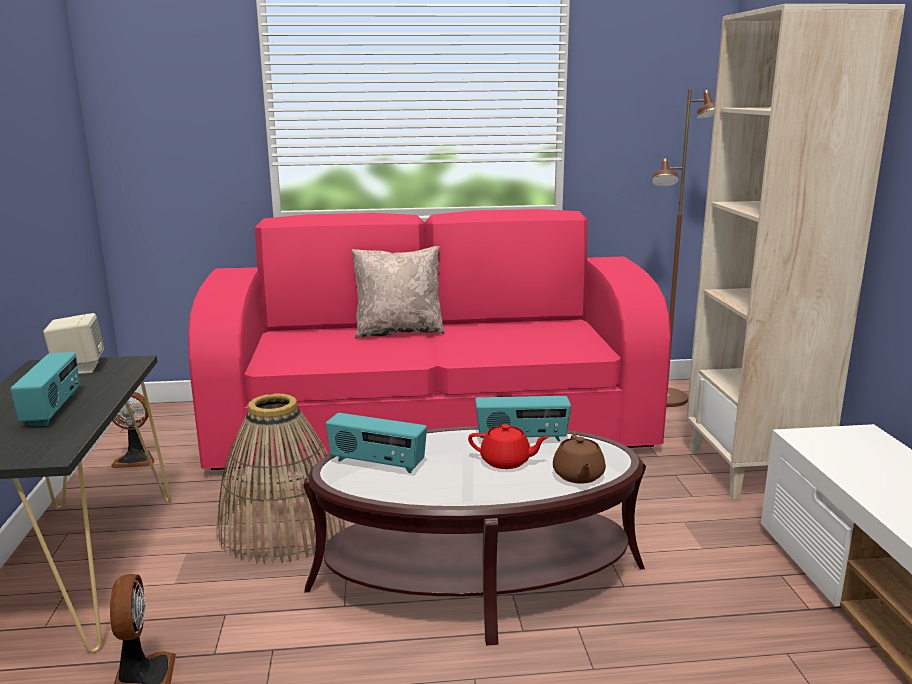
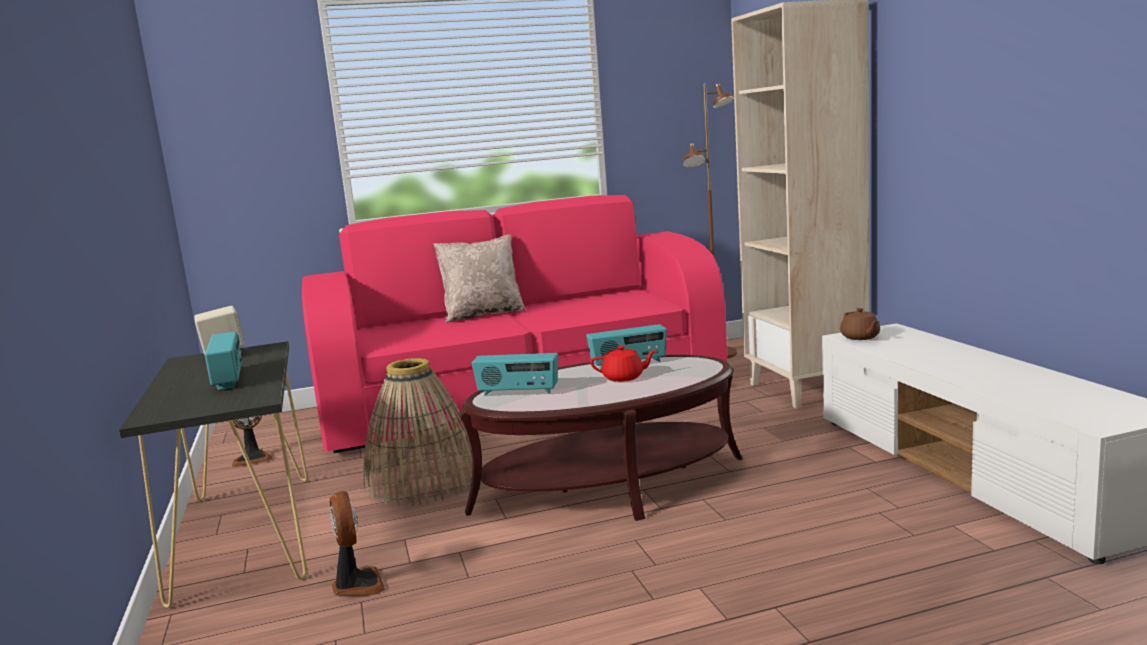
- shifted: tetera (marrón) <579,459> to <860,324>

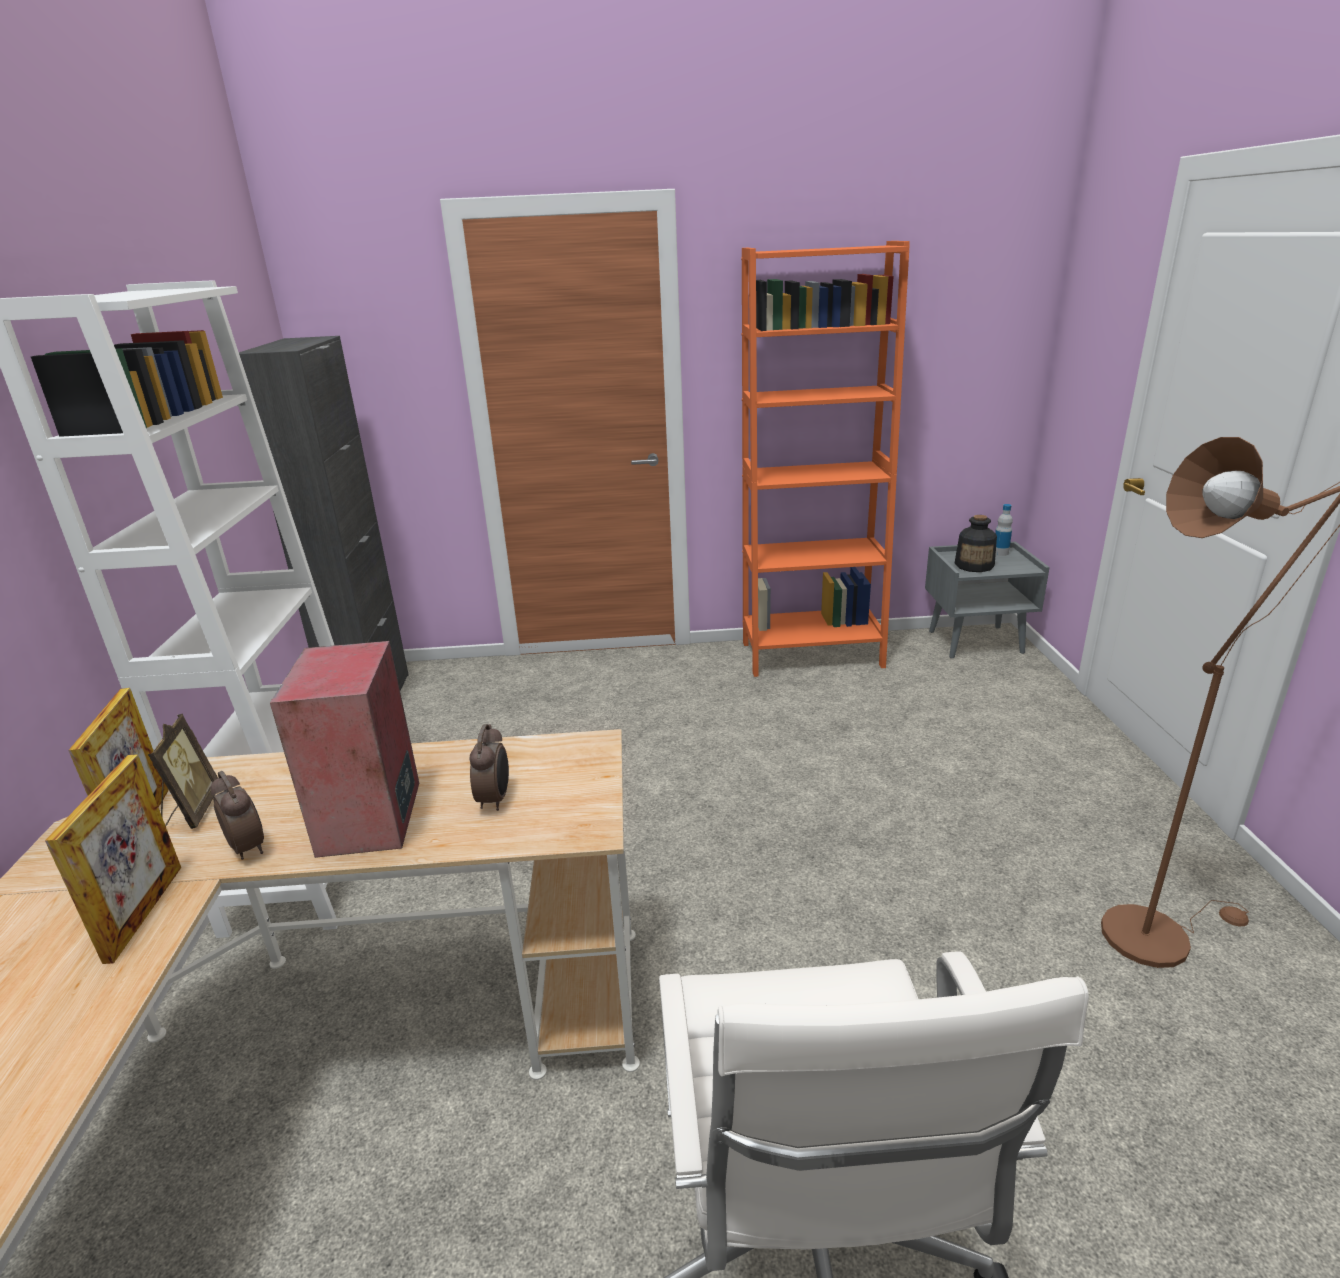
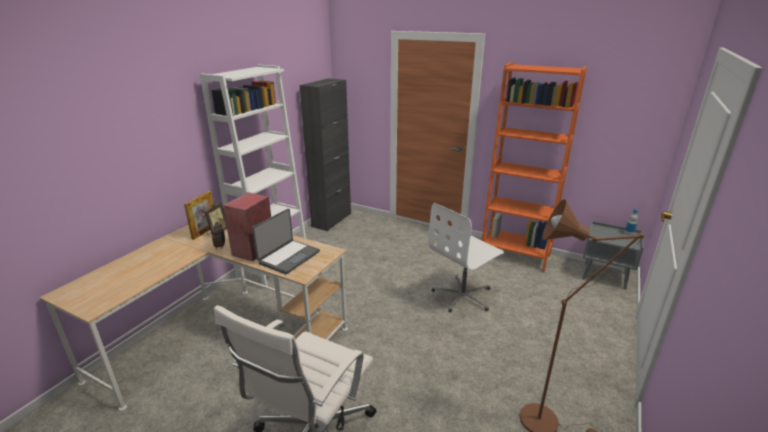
- gone: botella <976,543>
- swapped: despertador <489,767> to portátil <286,241>
- gone: portarretratos <113,859>
- new: silla de oficina (blanco) <466,258>

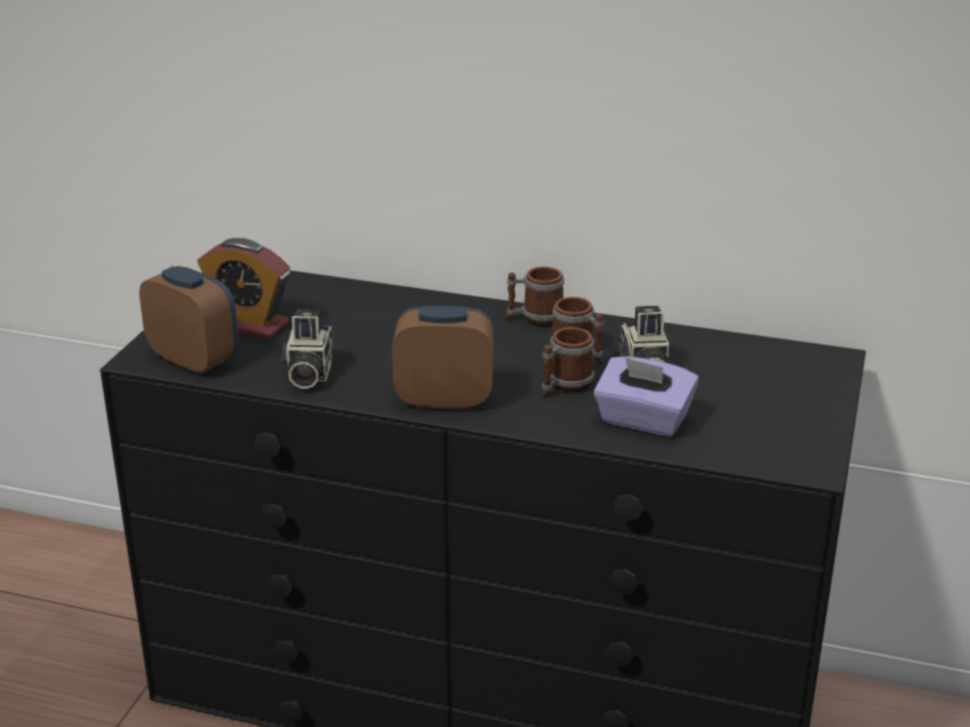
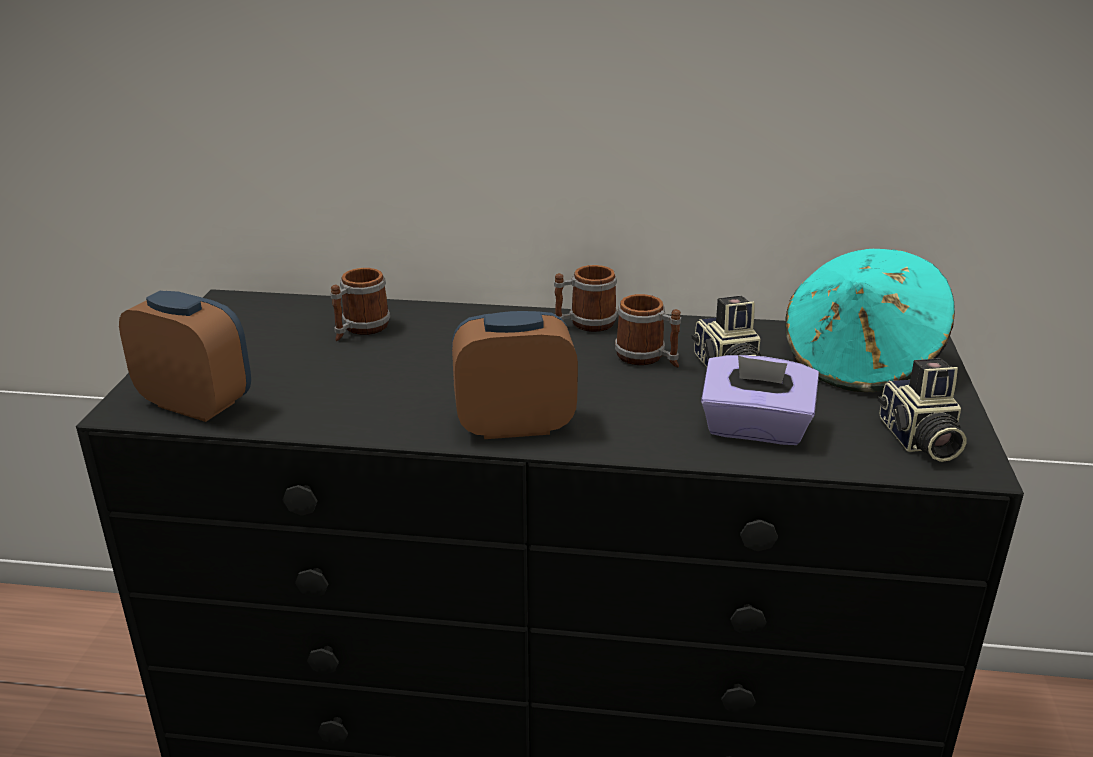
- gone: despertador <243,288>
- shifted: cámara <307,349> to <922,410>
- shifted: taza grande <568,362> to <360,304>
- new: sombrero (turquesa) <870,320>

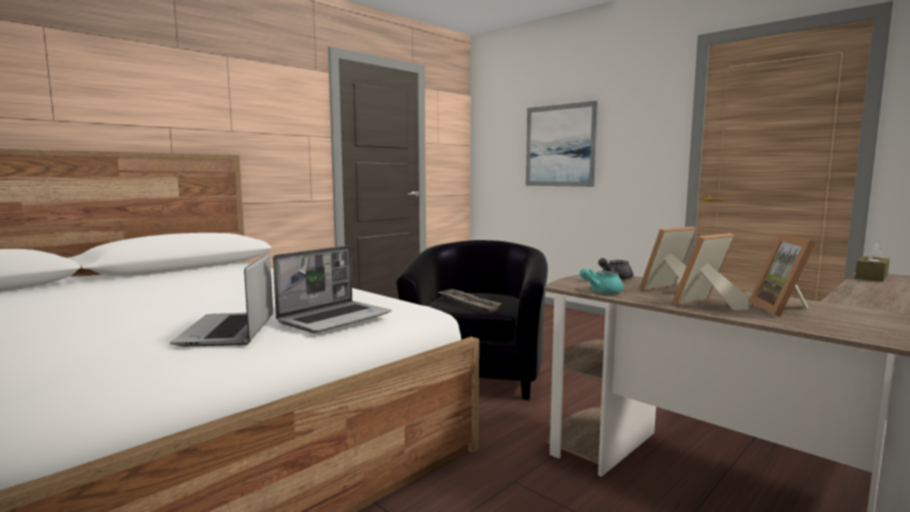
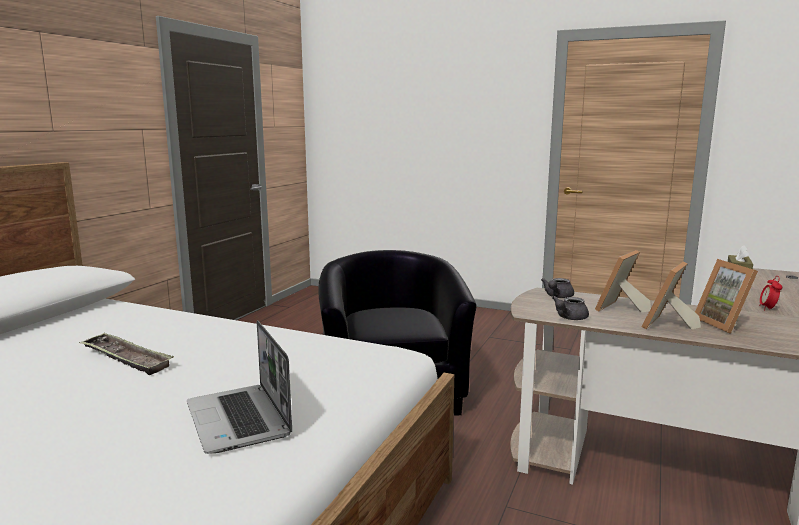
- gone: cuadro <562,144>
- gone: portátil <332,289>
- repainted: tetera (turquesa) <602,281> to tetera (gris) <571,308>
- shifted: bandeja <470,301> to <126,354>
- new: despertador <771,293>

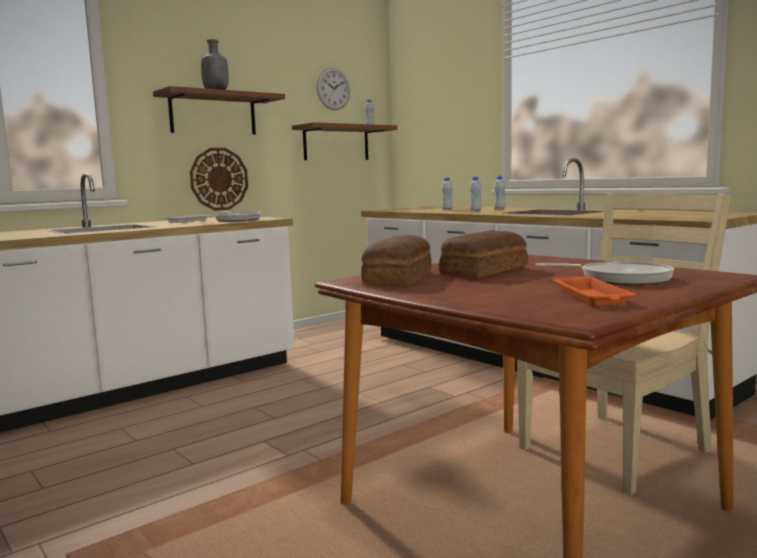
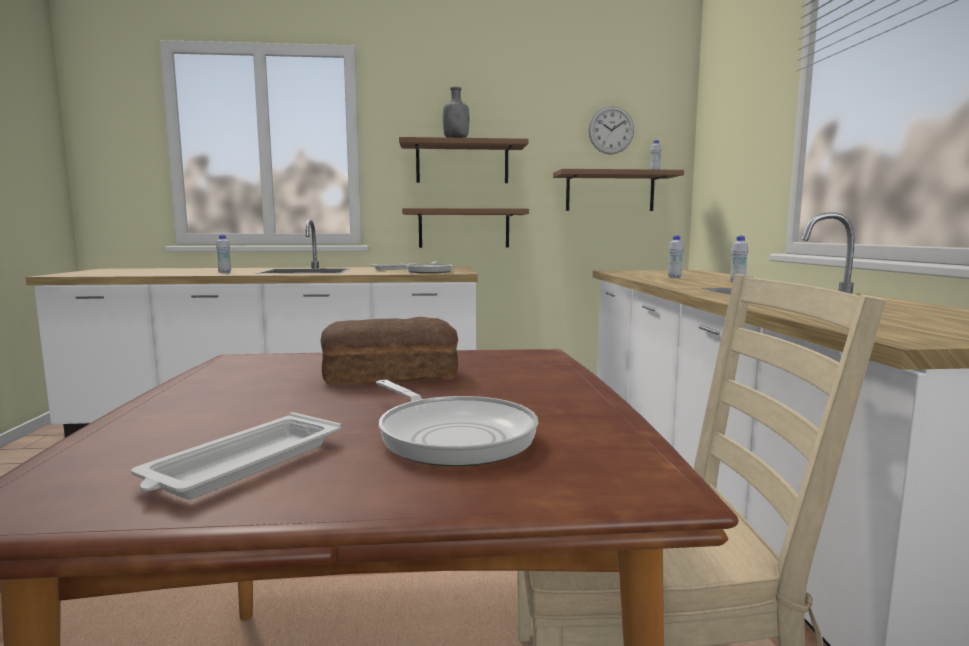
- swapped: reloj de pared <219,179> to estante (marrón) <465,228>
- shifted: botella (blanco) <475,194> to <223,254>
- gone: pan <396,260>
- repainted: bandeja (naranja) <594,291> to bandeja (blanco) <236,455>

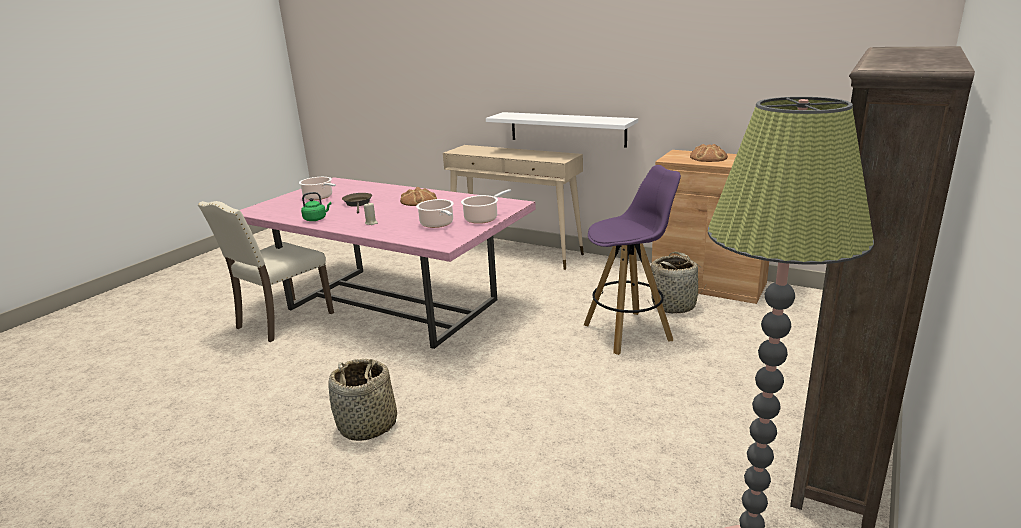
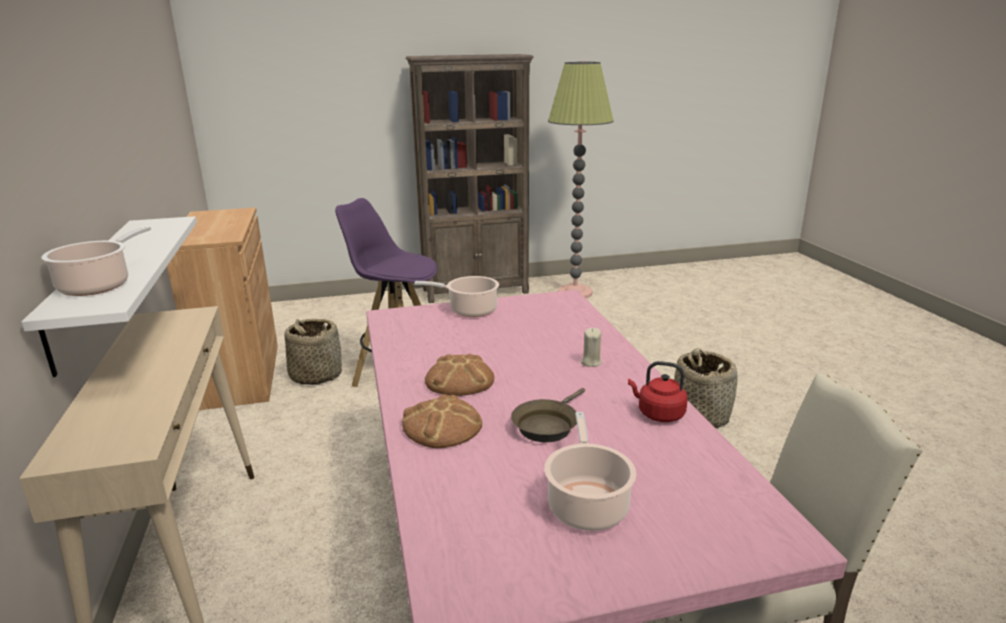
- shifted: pan <709,153> to <442,421>
- repainted: hervidor (verde) <316,206> to hervidor (rojo) <658,391>
- shifted: olla <435,213> to <96,261>

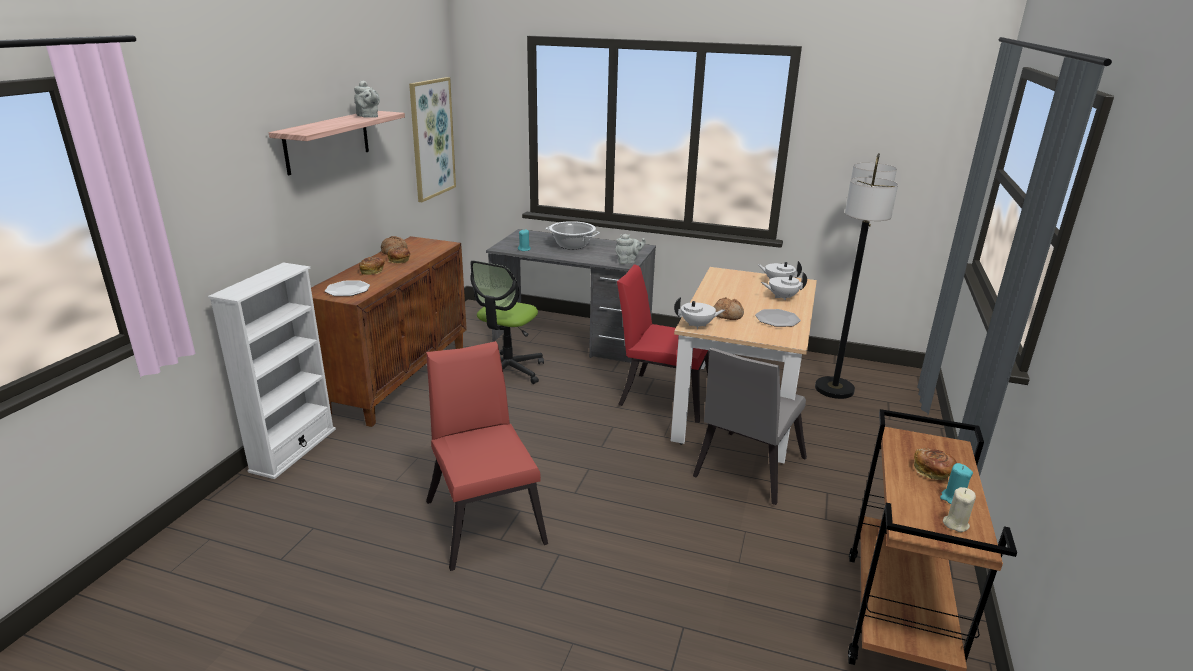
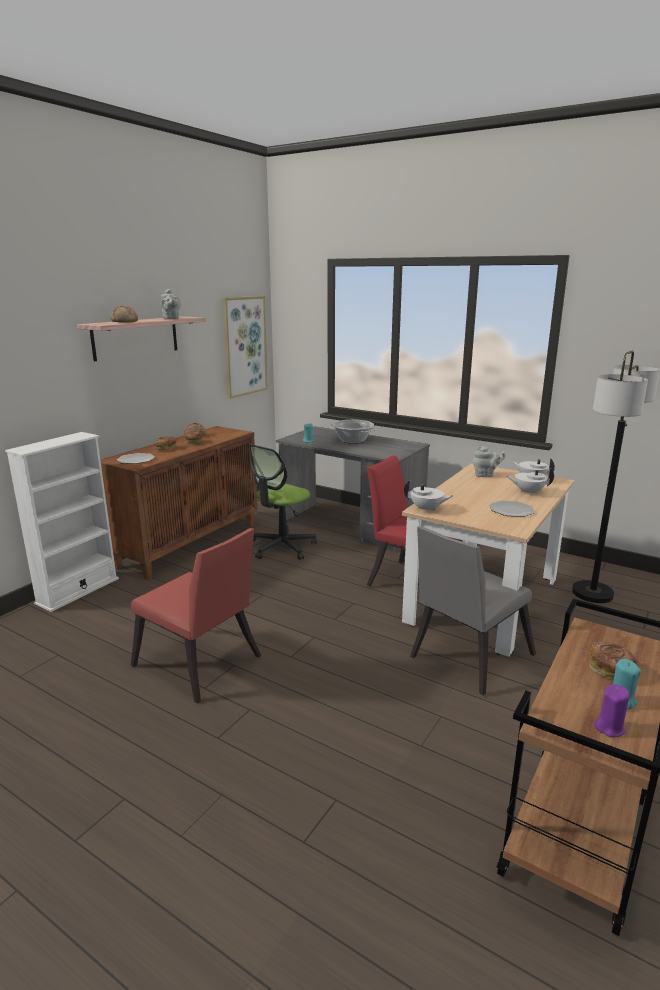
- shifted: tetera (gris) <631,249> to <489,461>
- shifted: pan <728,308> to <124,314>
- rotated: silla (rojo) <487,456> = <196,616> 135 degrees clockwise
- repainted: vela (beis) <959,509> to vela (morado) <612,711>

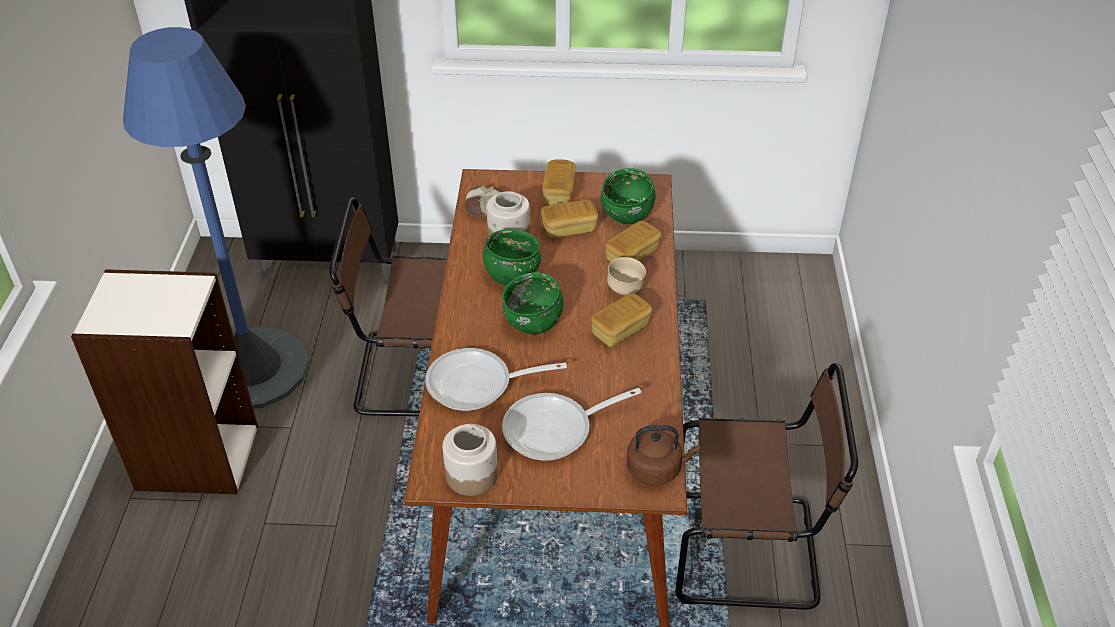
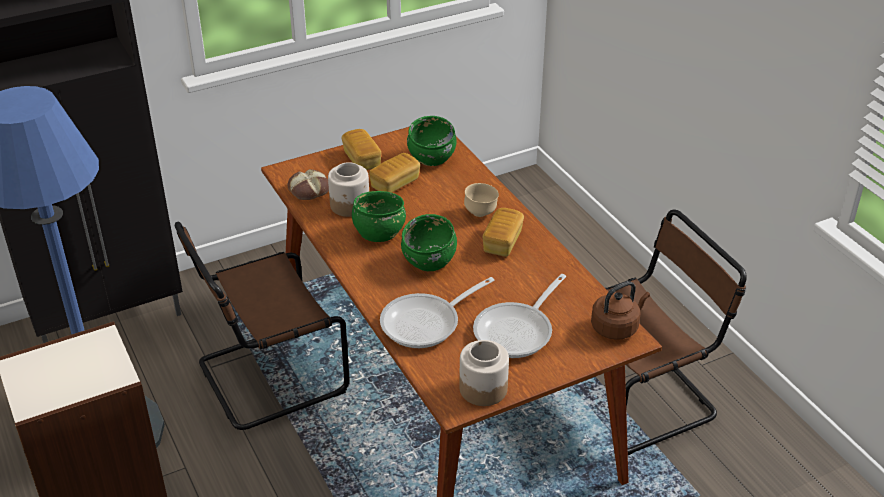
- gone: pan <633,241>

